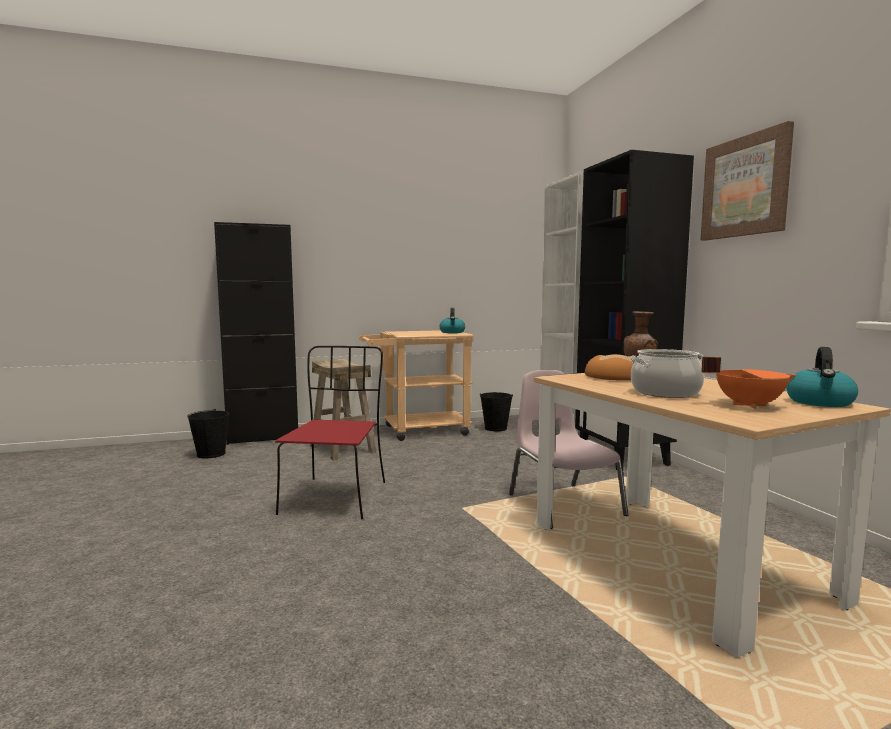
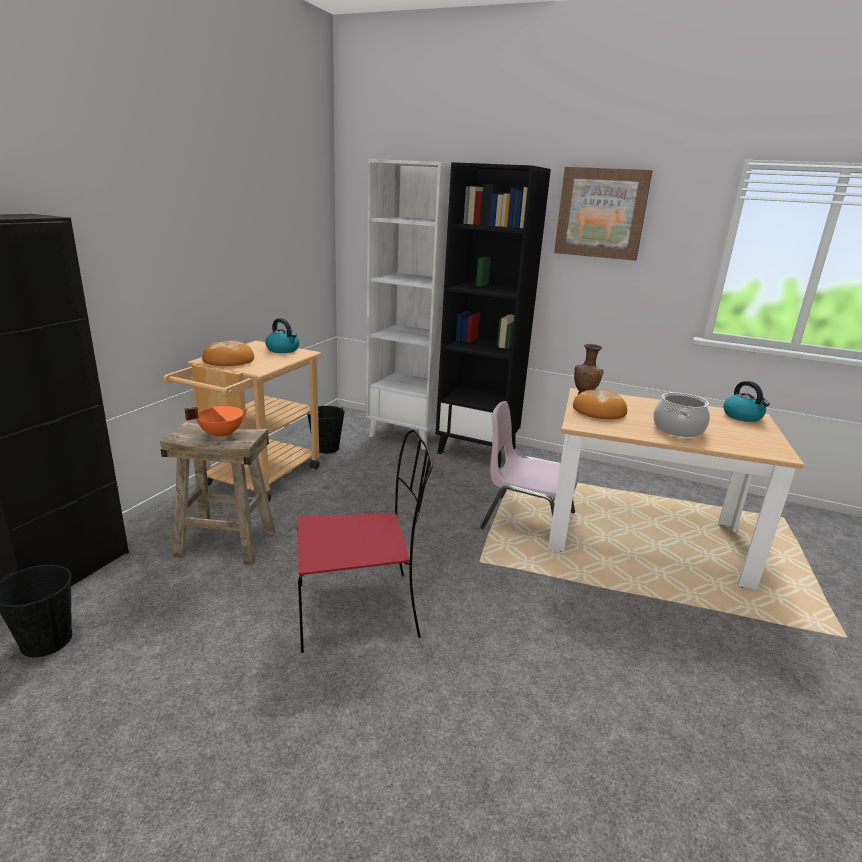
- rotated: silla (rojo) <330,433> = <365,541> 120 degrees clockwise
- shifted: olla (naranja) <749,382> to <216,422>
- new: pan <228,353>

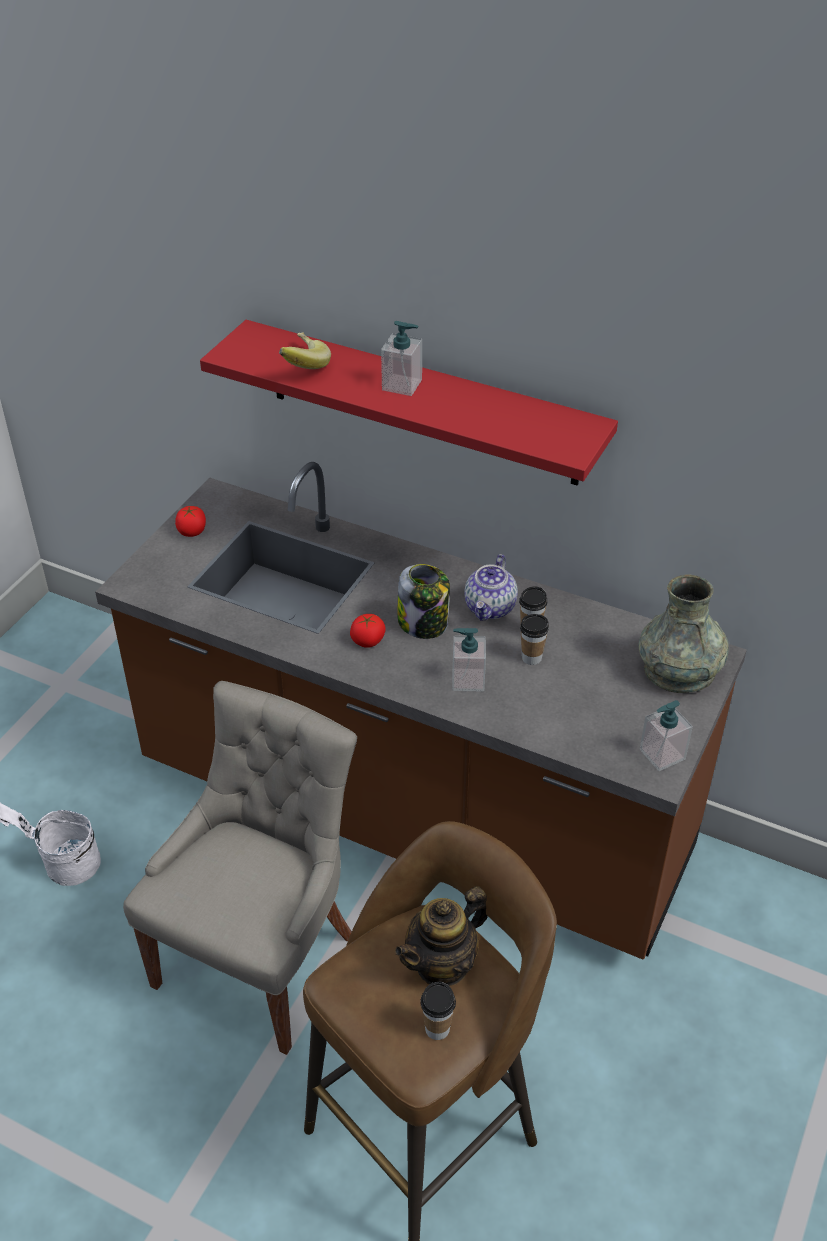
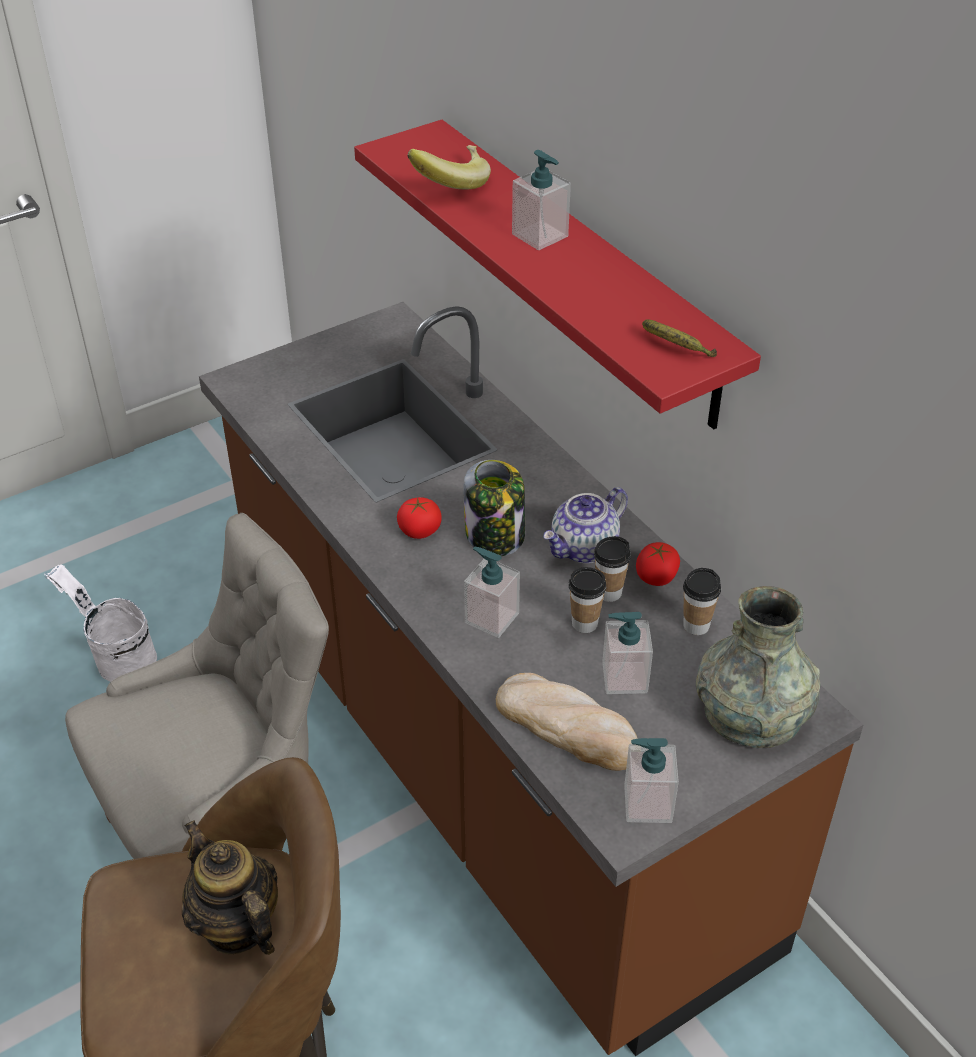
- shifted: tomate <190,521> to <658,564>
- rotated: tetera <441,936> = <230,887> 60 degrees clockwise
- shifted: taza <438,1011> to <702,601>
- new: plátano <679,338>
- new: dispensador de jabón <627,653>
- new: pan <567,722>

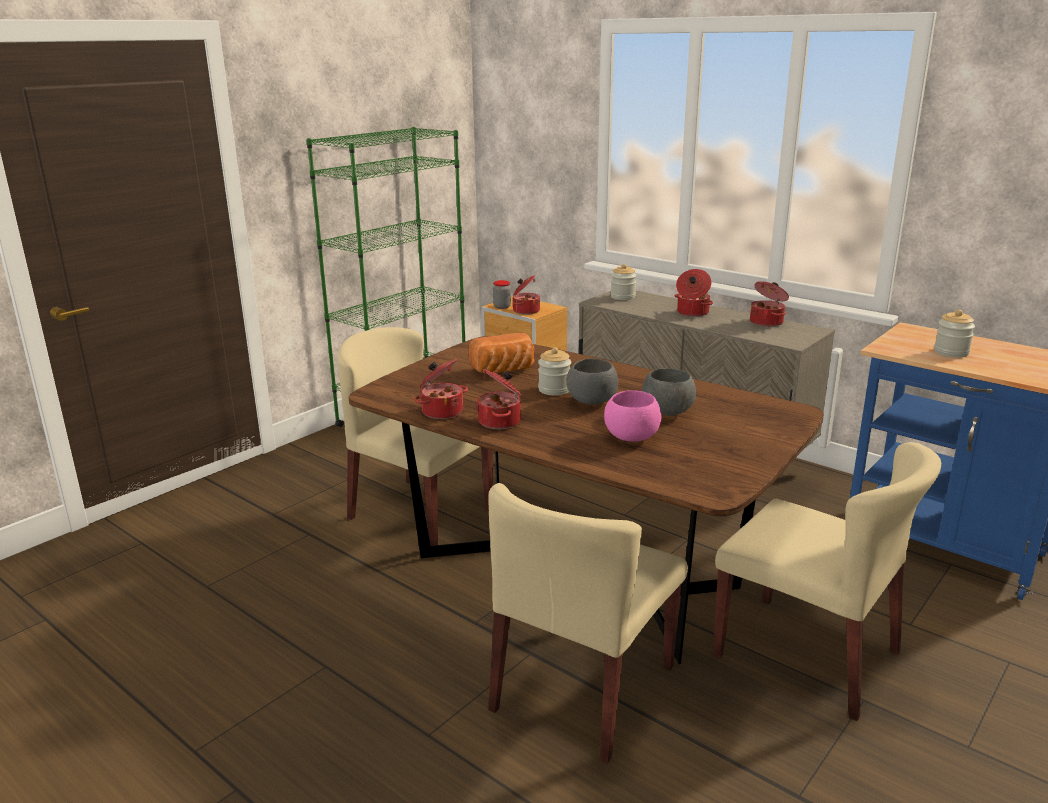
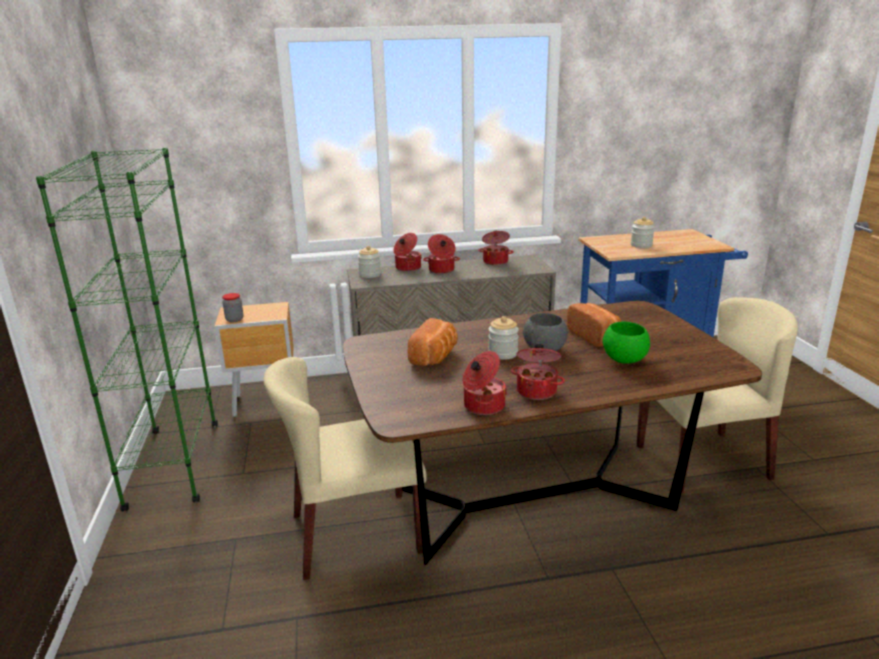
- shifted: olla <526,295> to <407,252>
- swapped: cuenco (gris) <669,392> to pan <594,325>
- repainted: cuenco (rosa) <632,416> to cuenco (verde) <626,343>
- gone: silla (beis) <588,623>

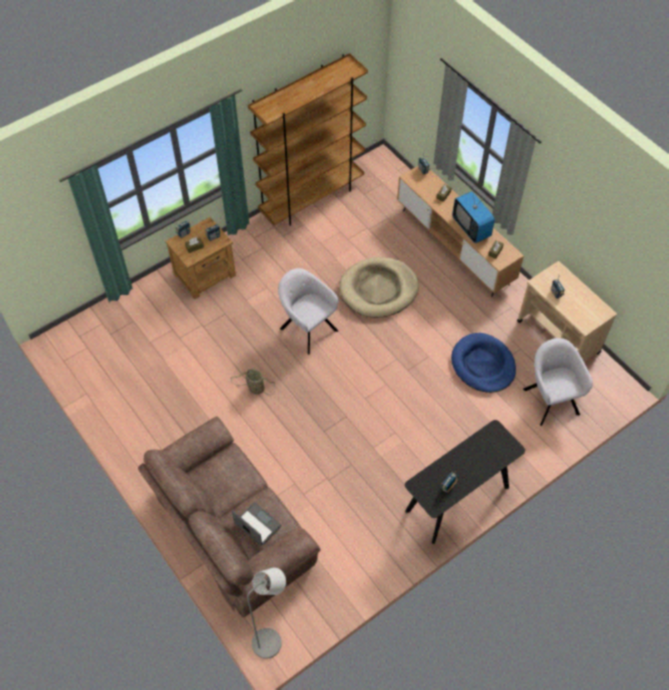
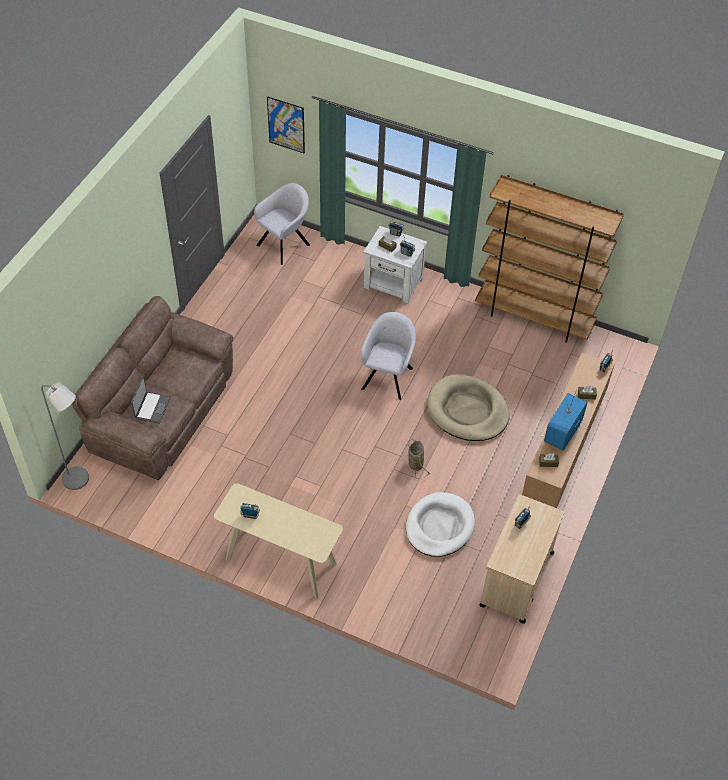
- repainted: mesita de noche (marrón) <200,258> to mesita de noche (blanco) <395,265>
- repainted: cama para perro (azul) <483,363> to cama para perro (blanco) <440,524>
- shifted: sillón (gris) <558,382> to <282,224>
- shifted: cesta <253,382> to <419,459>
- repainted: mesa consola (negro) <465,482> to mesa consola (beis) <278,541>
- new: cuadro <286,125>

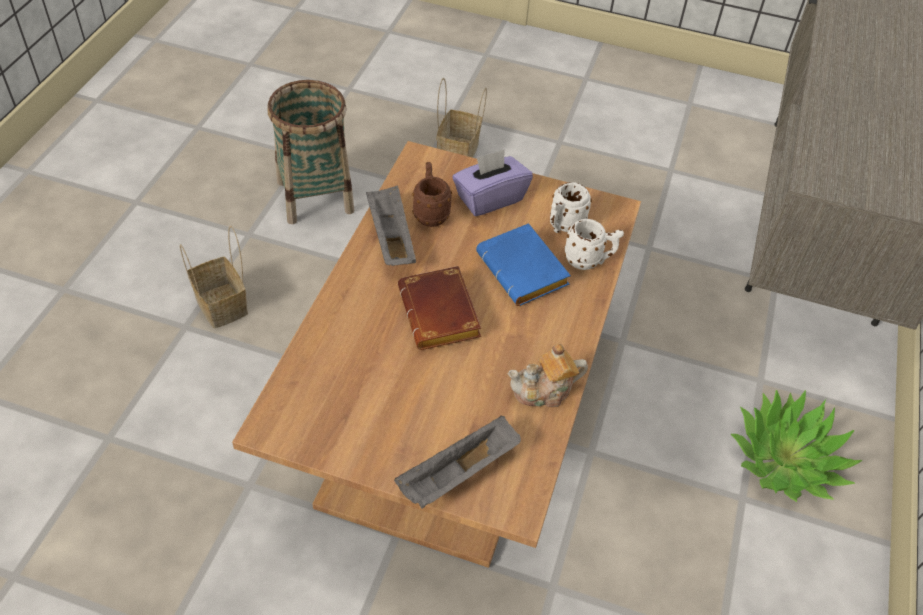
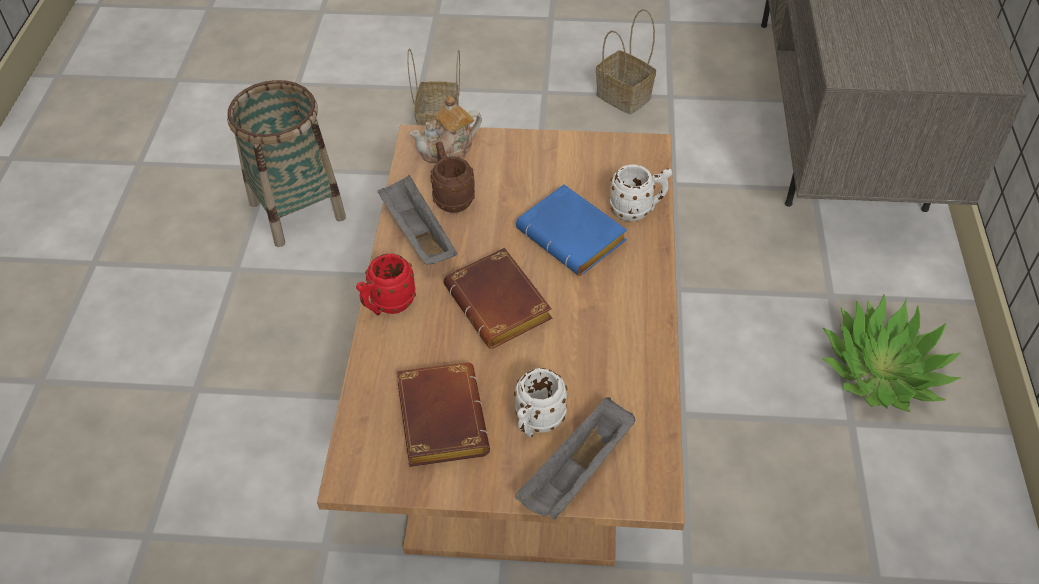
- gone: caja de pañuelos (morado) <492,183>
- shifted: taza grande (blanco) <571,207> to <540,402>
- shifted: cesta <214,277> to <626,61>
- shifted: tetera <548,375> to <446,129>
- new: taza grande (rojo) <386,284>
- new: libro (marrón) <443,414>

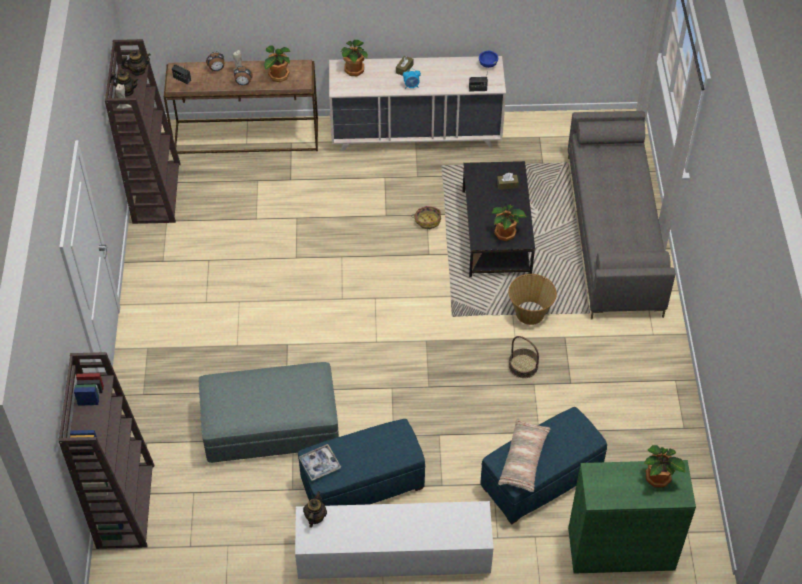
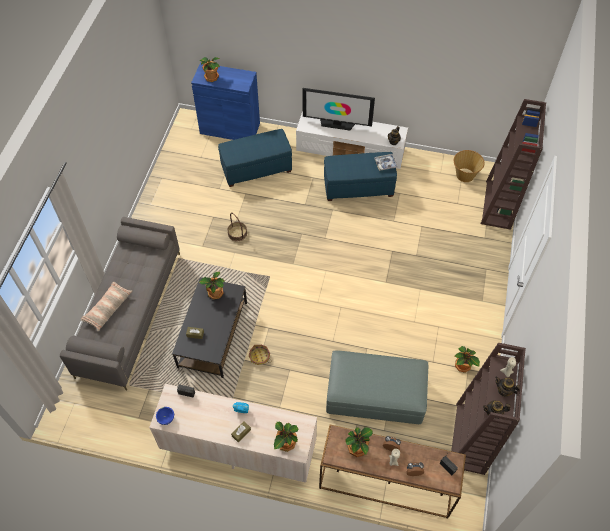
- shifted: cesta <533,299> to <469,166>
- shifted: puf (gris) <269,412> to <377,387>
- shifted: cojín <524,455> to <106,306>
- repainted: armario (verde) <632,517> to armario (azul) <225,101>
- new: televisor <339,109>
- new: planta en maceta <467,359>

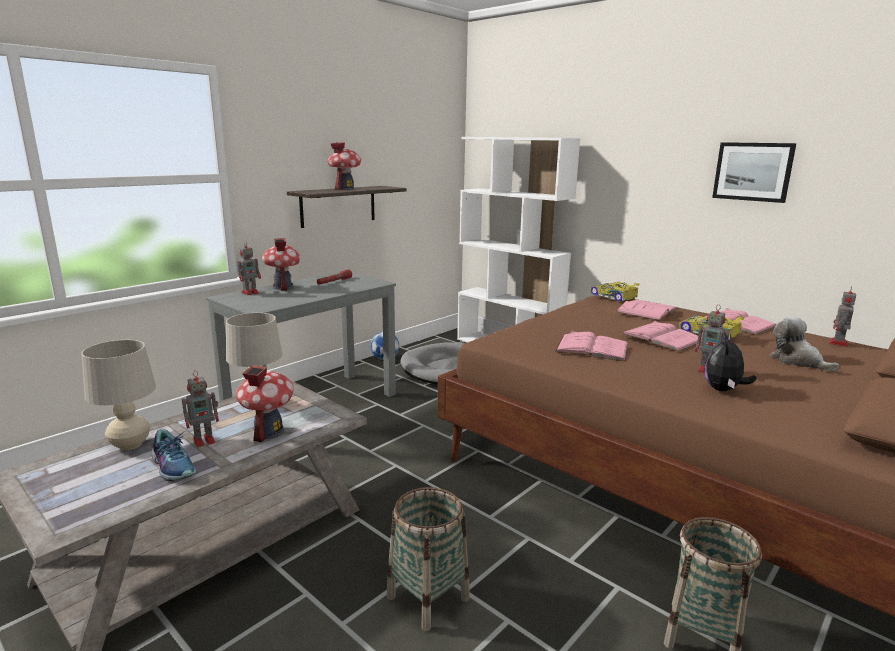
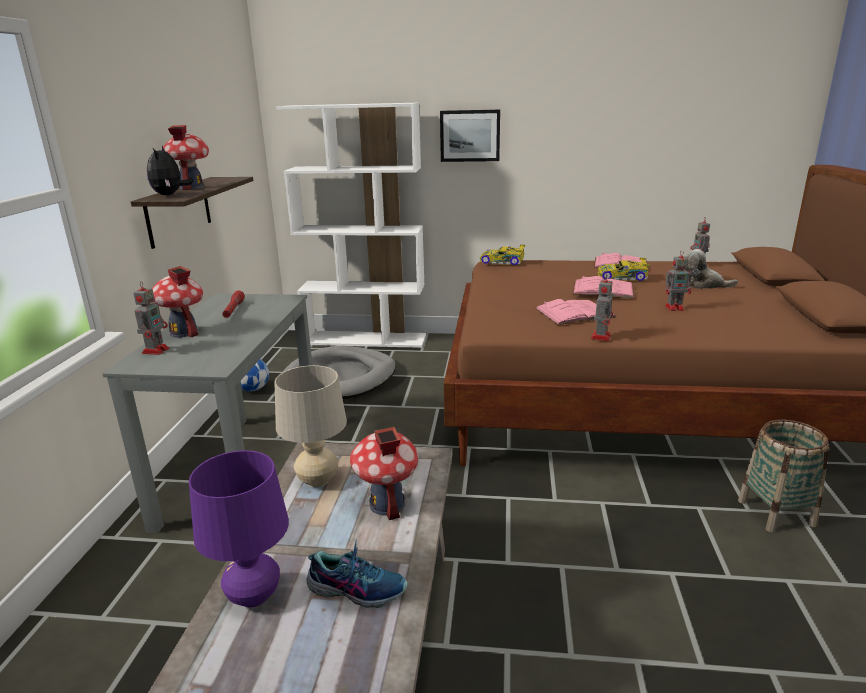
- shifted: cuadro <754,172> to <470,136>
- gone: libro (rosa) <647,310>
- shifted: peluche <730,363> to <170,170>
- repainted: lámpara de mesa (beis) <118,395> to lámpara de mesa (morado) <239,528>
- shifted: robot de juguete <200,409> to <602,307>
- gone: cesta <428,559>

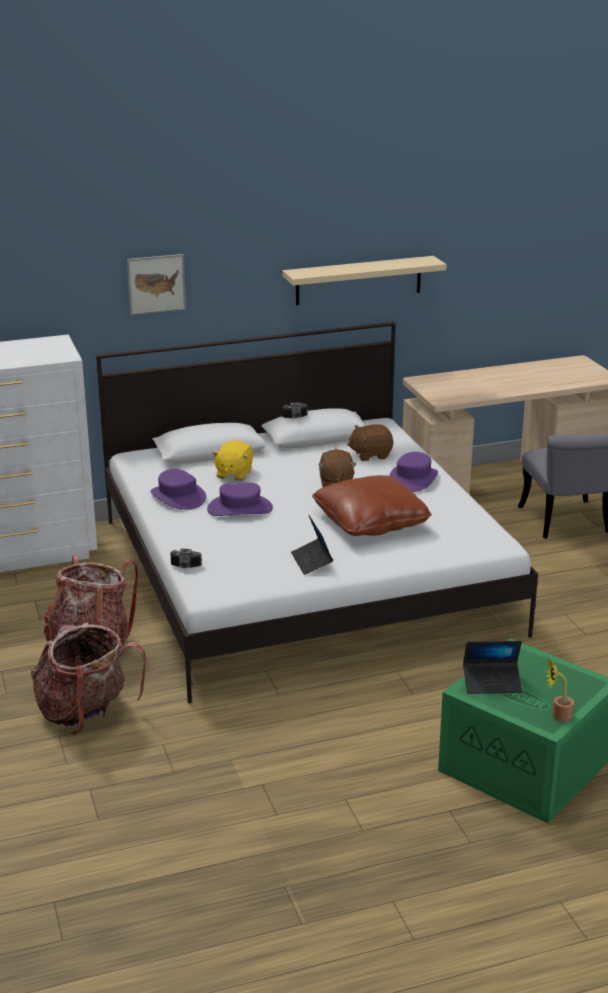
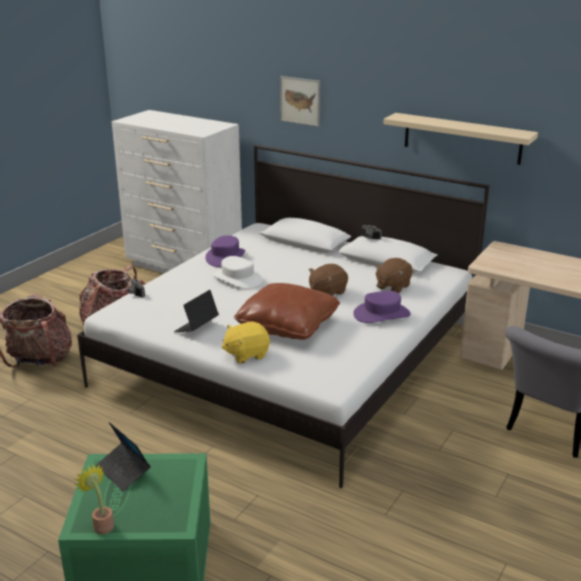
- rotated: peluche (marrón) <370,442> = <394,275> 90 degrees counterclockwise
- shifted: peluche (amarillo) <232,460> to <245,342>
- repainted: sombrero (morado) <240,499> to sombrero (blanco) <237,272>

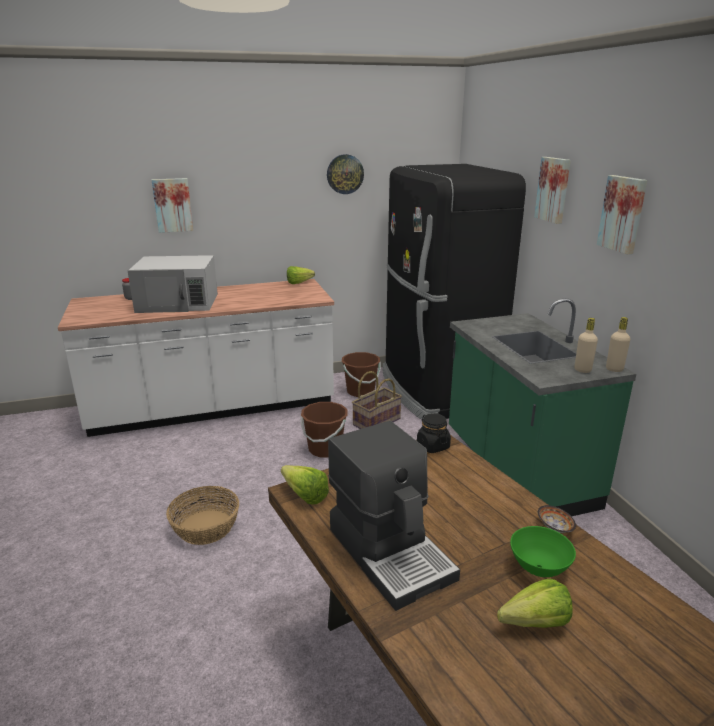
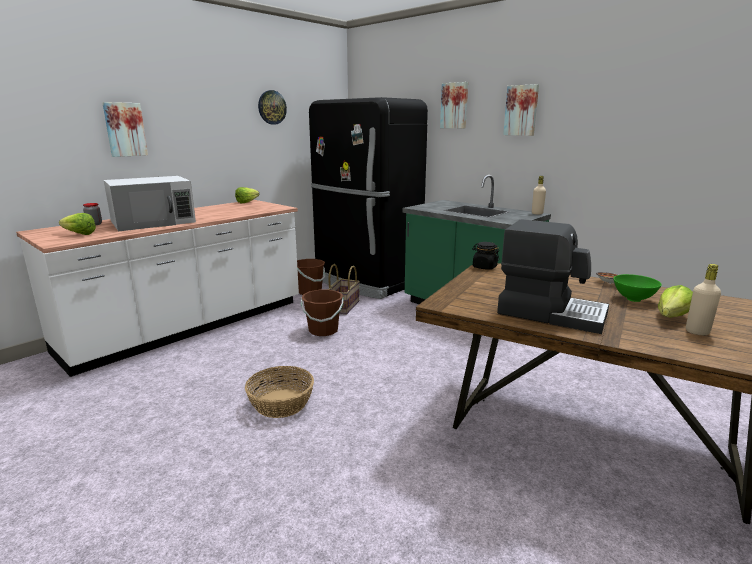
- shifted: botella (beis) <586,345> to <703,299>
- shifted: lechuga <305,484> to <77,224>

